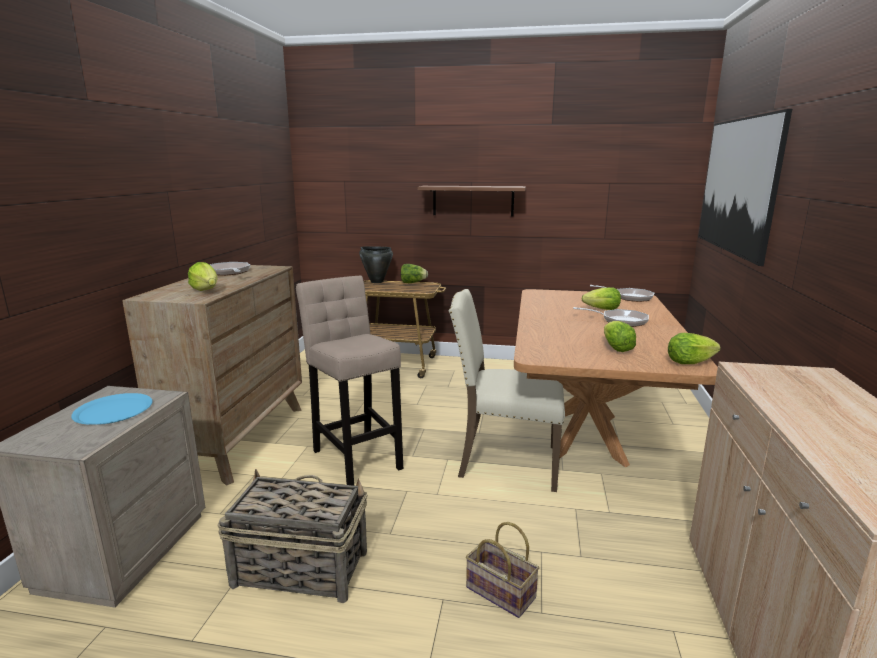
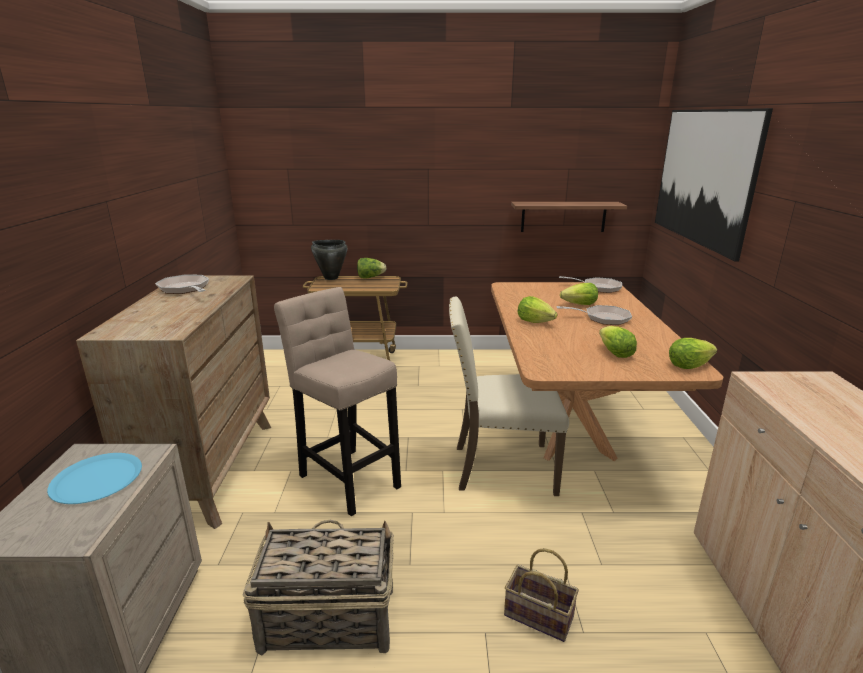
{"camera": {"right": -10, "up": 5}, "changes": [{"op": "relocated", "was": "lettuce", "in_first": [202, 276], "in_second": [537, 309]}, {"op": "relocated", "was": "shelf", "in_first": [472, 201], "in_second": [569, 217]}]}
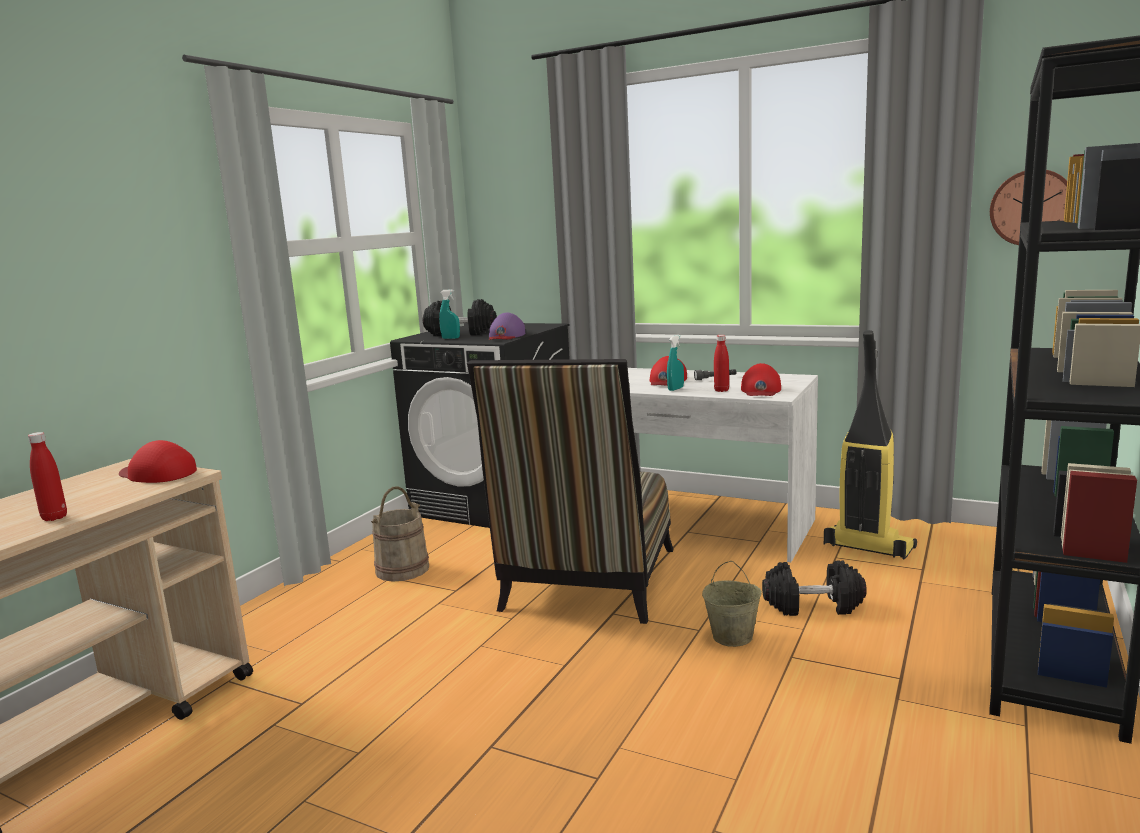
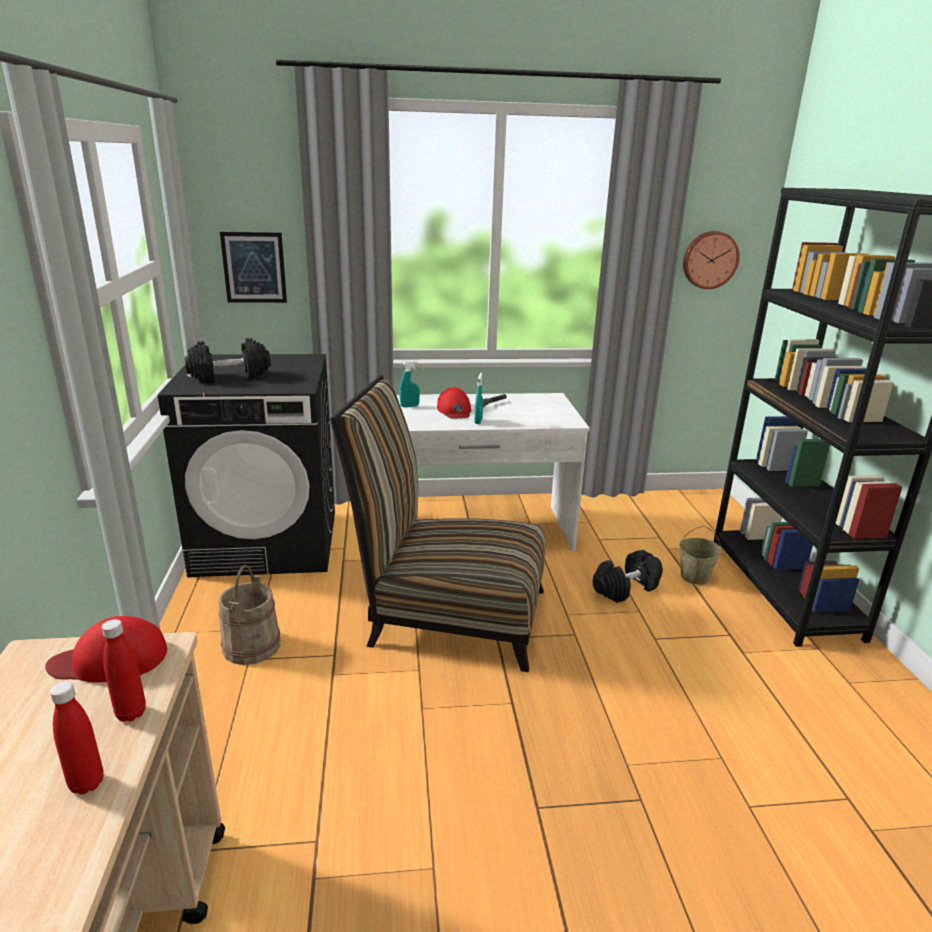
{"camera": {"right": -35, "up": 10}, "changes": [{"op": "relocated", "was": "turquoise spray bottle", "in_first": [449, 314], "in_second": [409, 384]}, {"op": "spun", "was": "chair", "in_first": [570, 491], "in_second": [437, 523], "clockwise": 120}, {"op": "missing", "was": "purple cap", "in_first": [507, 326]}, {"op": "relocated", "was": "beige bucket", "in_first": [732, 604], "in_second": [700, 555]}, {"op": "relocated", "was": "red bottle", "in_first": [721, 363], "in_second": [124, 670]}, {"op": "missing", "was": "red cap", "in_first": [761, 379]}, {"op": "missing", "was": "vacuum cleaner", "in_first": [870, 444]}, {"op": "appeared", "now": "picture", "in_second": [253, 267]}]}
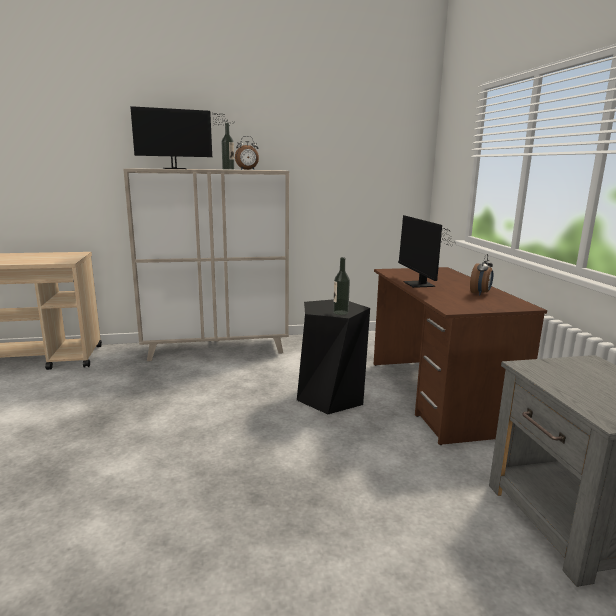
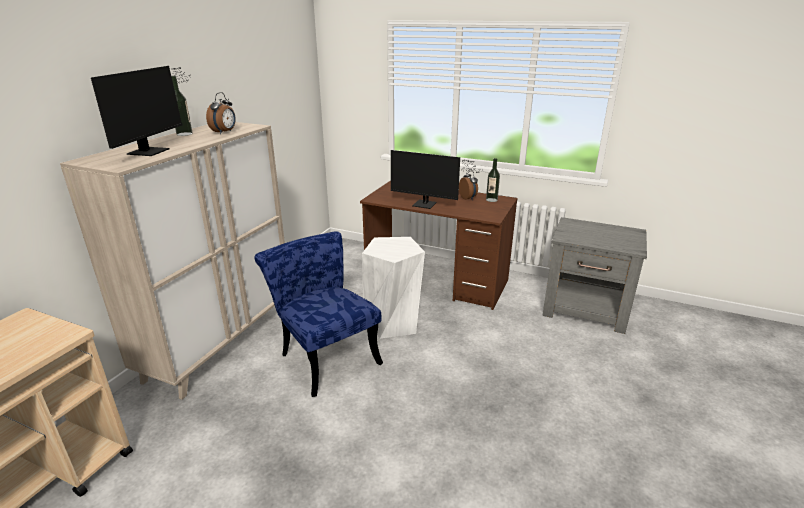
{"camera": {"right": -55, "up": 10}, "changes": [{"op": "colour", "was": "black stool", "now": "white stool", "in_first": [333, 356], "in_second": [393, 288]}, {"op": "relocated", "was": "bottle", "in_first": [341, 286], "in_second": [493, 180]}, {"op": "appeared", "now": "blue chair", "in_second": [319, 314]}]}
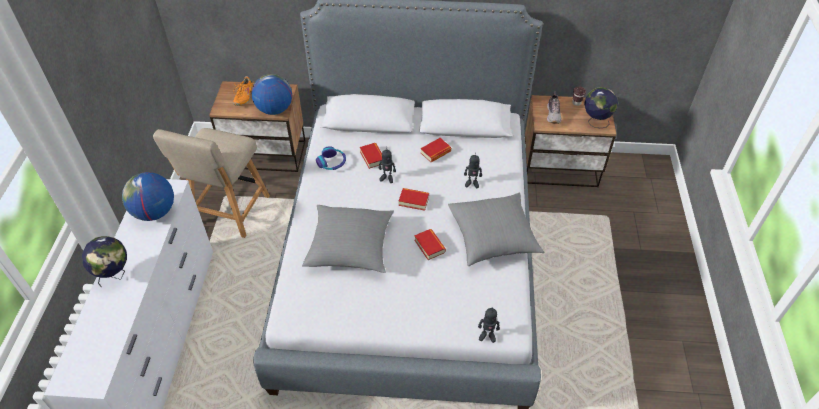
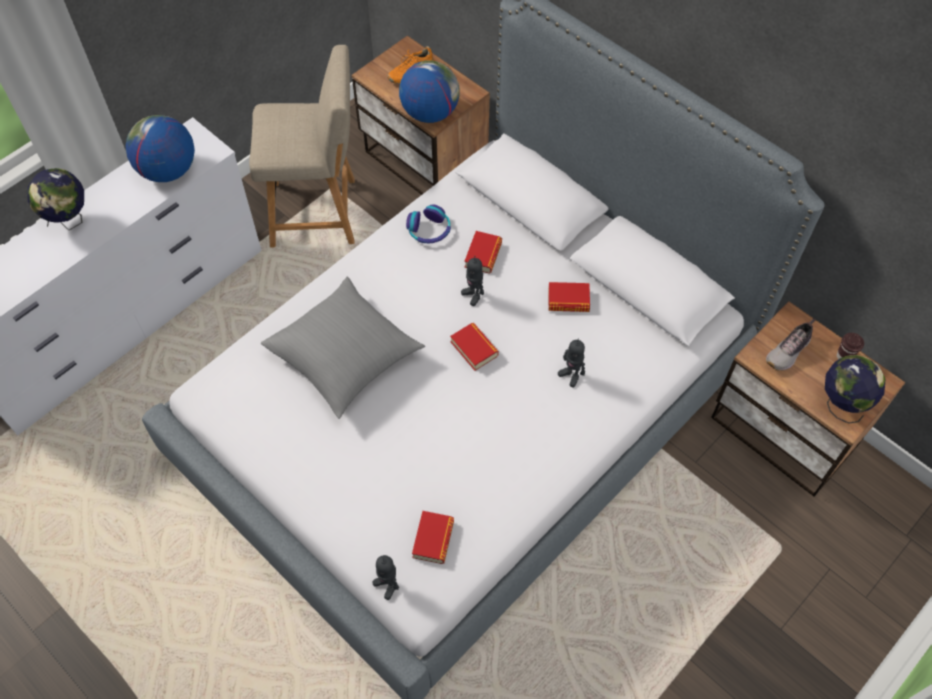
{"camera": {"right": 40, "up": 10}, "changes": [{"op": "spun", "was": "beige chair", "in_first": [211, 183], "in_second": [302, 146], "clockwise": -150}, {"op": "relocated", "was": "book", "in_first": [430, 244], "in_second": [433, 537]}, {"op": "missing", "was": "grey pillow", "in_first": [496, 229]}]}
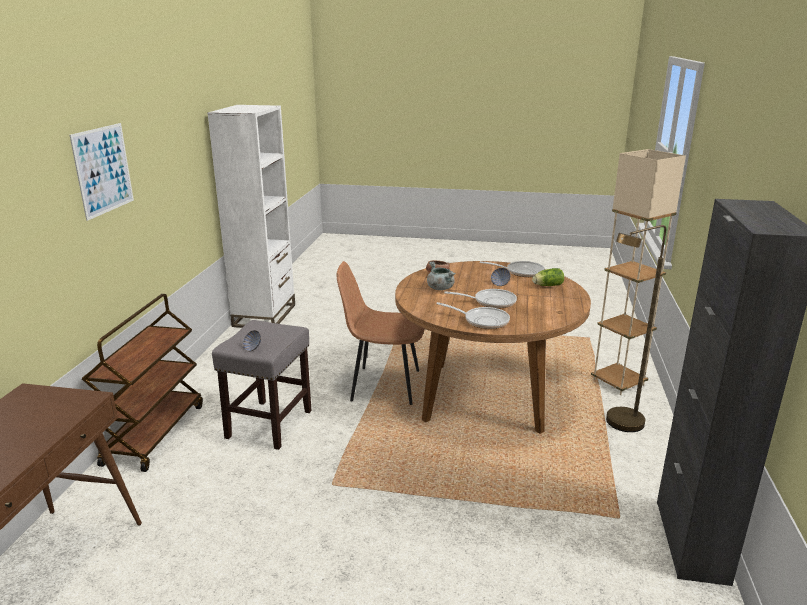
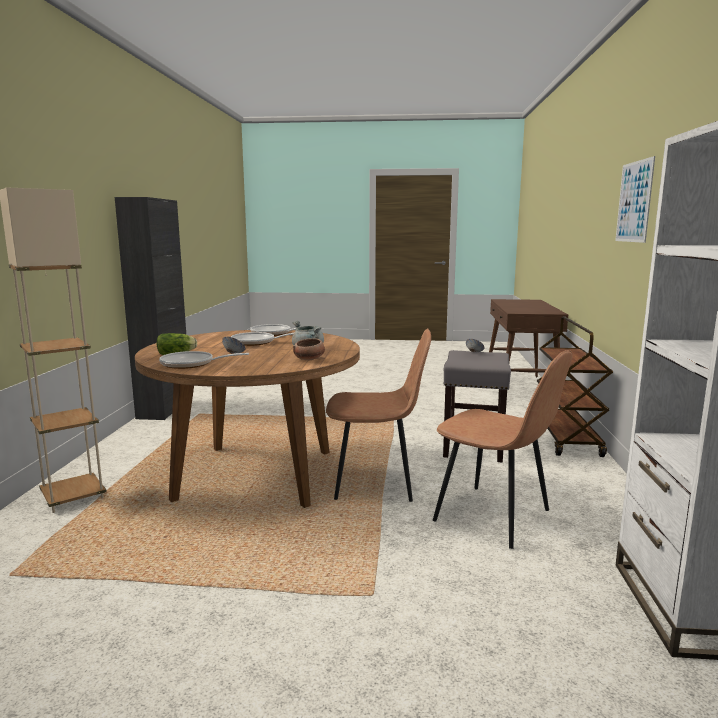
{"camera": {"right": 175, "up": -10}, "changes": [{"op": "missing", "was": "brown floor lamp", "in_first": [636, 328]}, {"op": "appeared", "now": "brown chair", "in_second": [503, 449]}]}
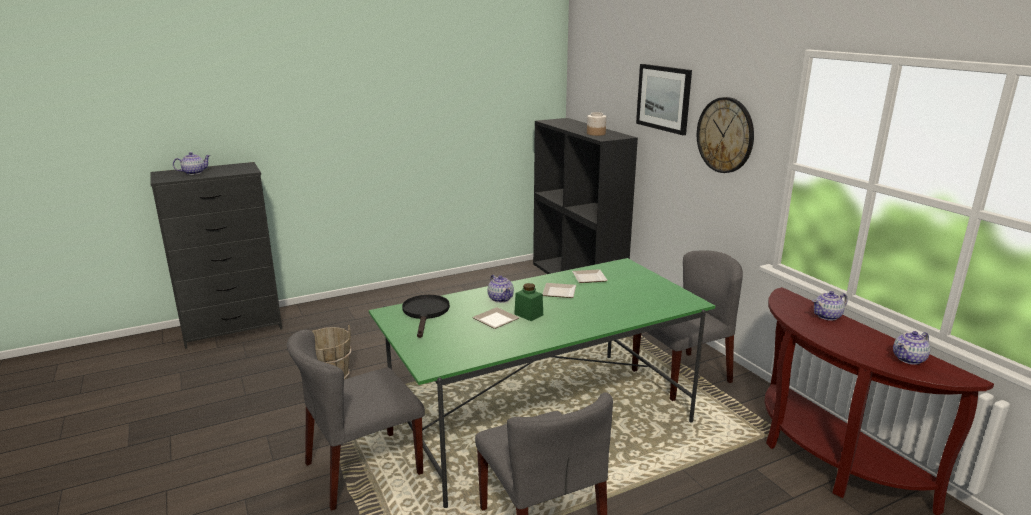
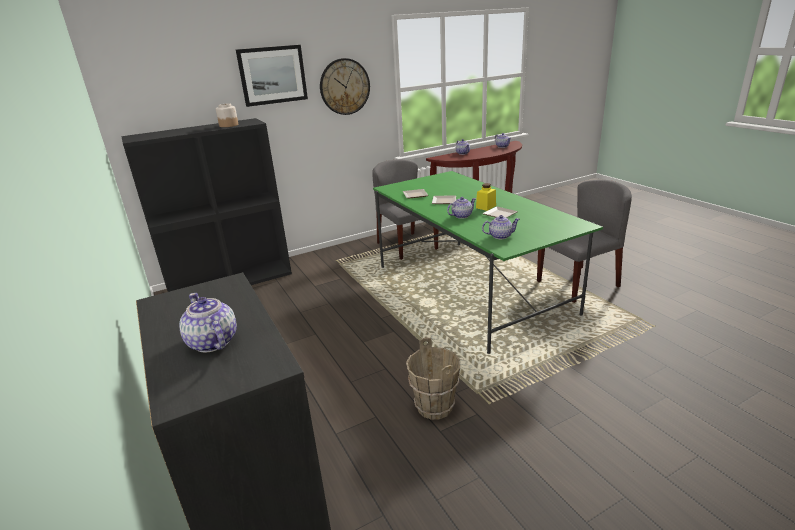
{"camera": {"right": -90, "up": 5}, "changes": [{"op": "missing", "was": "grey chair", "in_first": [356, 420]}, {"op": "exchanged", "was": "black frying pan", "now": "teapot", "in_first": [426, 316], "in_second": [501, 227]}, {"op": "colour", "was": "green jar", "now": "yellow jar", "in_first": [528, 302], "in_second": [486, 197]}]}
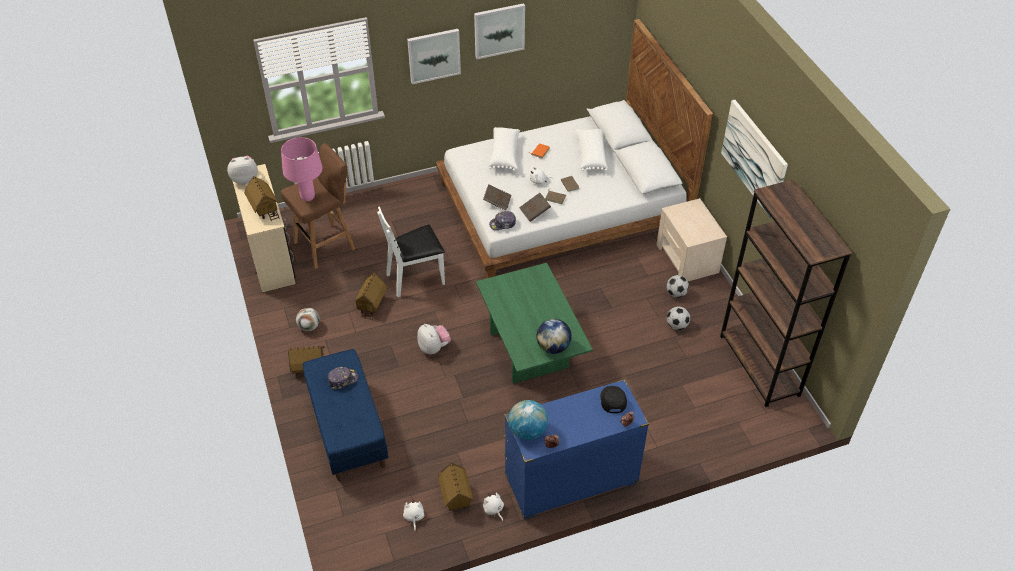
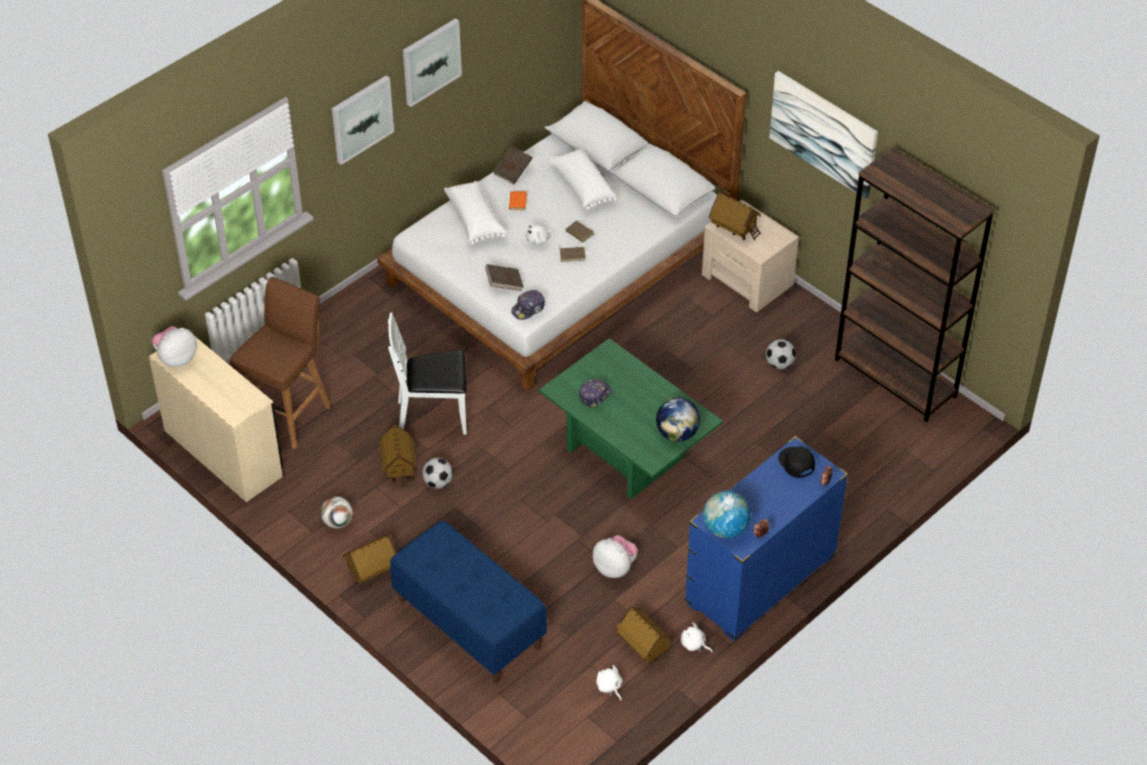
{"camera": {"right": -25, "up": 0}, "changes": [{"op": "relocated", "was": "toy house", "in_first": [262, 199], "in_second": [735, 216]}, {"op": "missing", "was": "pink table lamp", "in_first": [302, 169]}, {"op": "relocated", "was": "cap", "in_first": [343, 378], "in_second": [595, 393]}, {"op": "spun", "was": "white chair", "in_first": [411, 251], "in_second": [427, 374], "clockwise": 45}, {"op": "relocated", "was": "plush toy", "in_first": [434, 339], "in_second": [615, 556]}, {"op": "relocated", "was": "brown book", "in_first": [535, 207], "in_second": [512, 165]}, {"op": "relocated", "was": "football", "in_first": [677, 286], "in_second": [437, 473]}]}
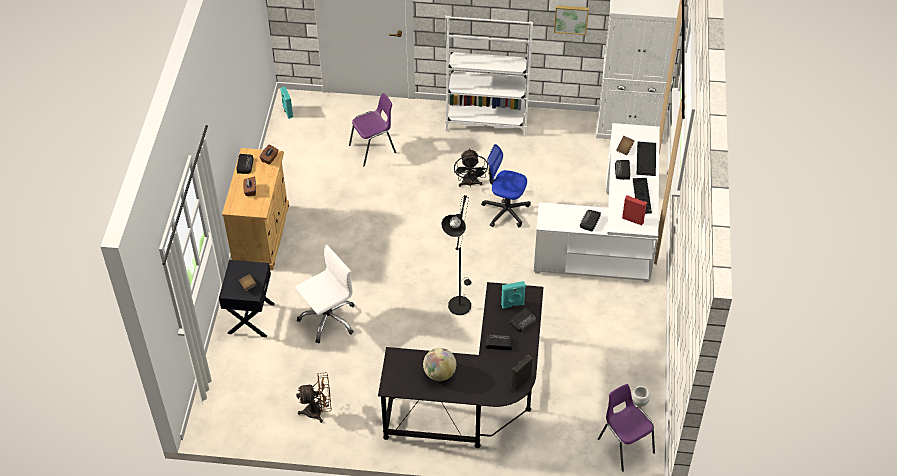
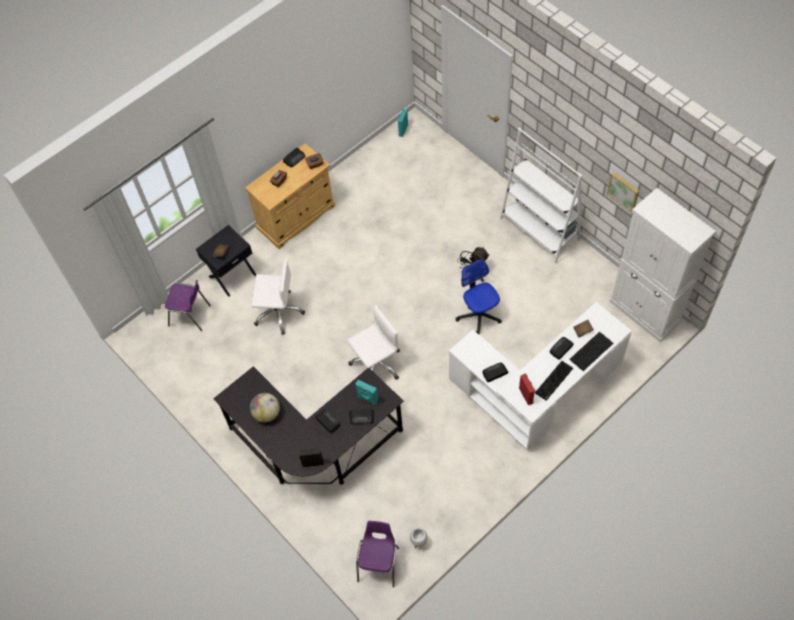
{"camera": {"right": 45, "up": 10}, "changes": [{"op": "missing", "was": "brown fan", "in_first": [313, 398]}, {"op": "relocated", "was": "purple chair", "in_first": [372, 129], "in_second": [188, 305]}, {"op": "exchanged", "was": "black floor lamp", "now": "white office chair", "in_first": [456, 255], "in_second": [373, 342]}]}
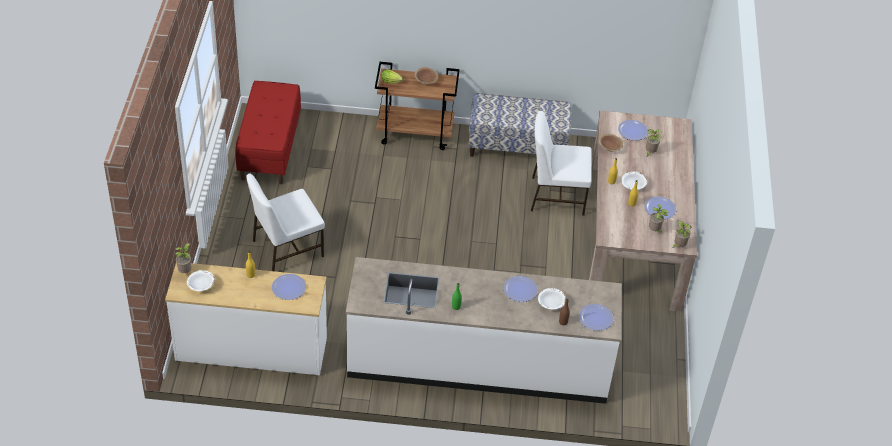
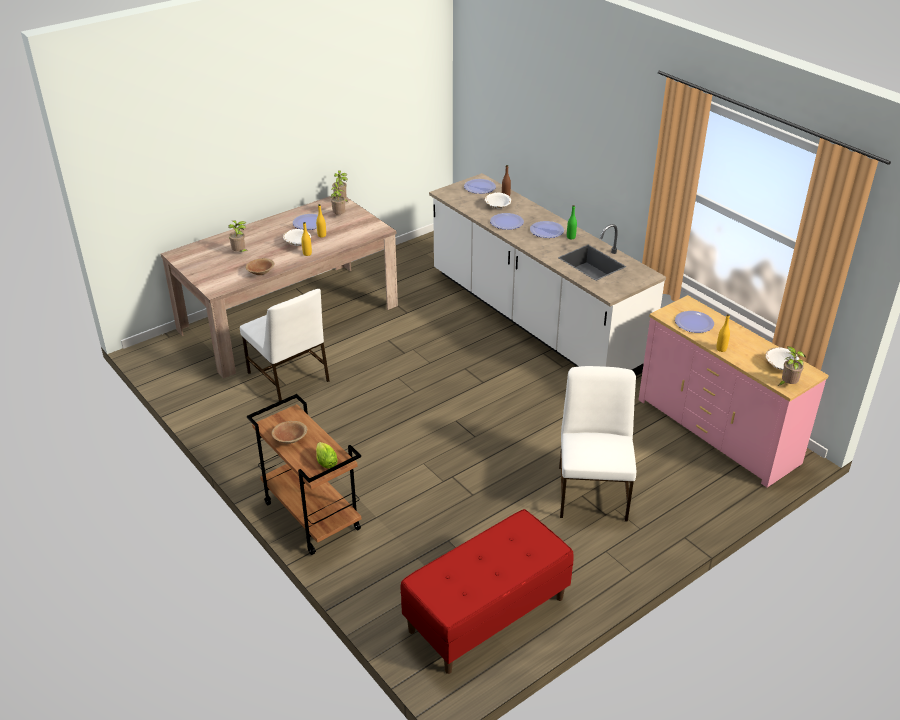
{"camera": {"right": -130, "up": -10}, "changes": [{"op": "colour", "was": "white dresser", "now": "pink dresser", "in_first": [246, 319], "in_second": [733, 391]}, {"op": "spun", "was": "white chair", "in_first": [285, 222], "in_second": [597, 444], "clockwise": -105}, {"op": "missing", "was": "bench", "in_first": [520, 125]}, {"op": "relocated", "was": "plate", "in_first": [633, 130], "in_second": [547, 229]}]}
